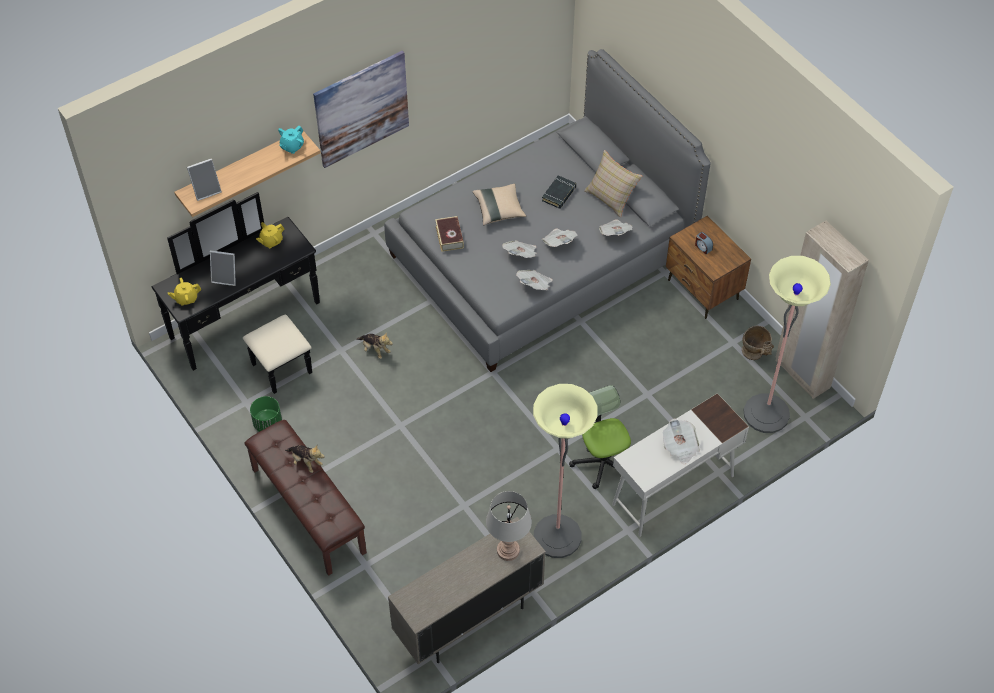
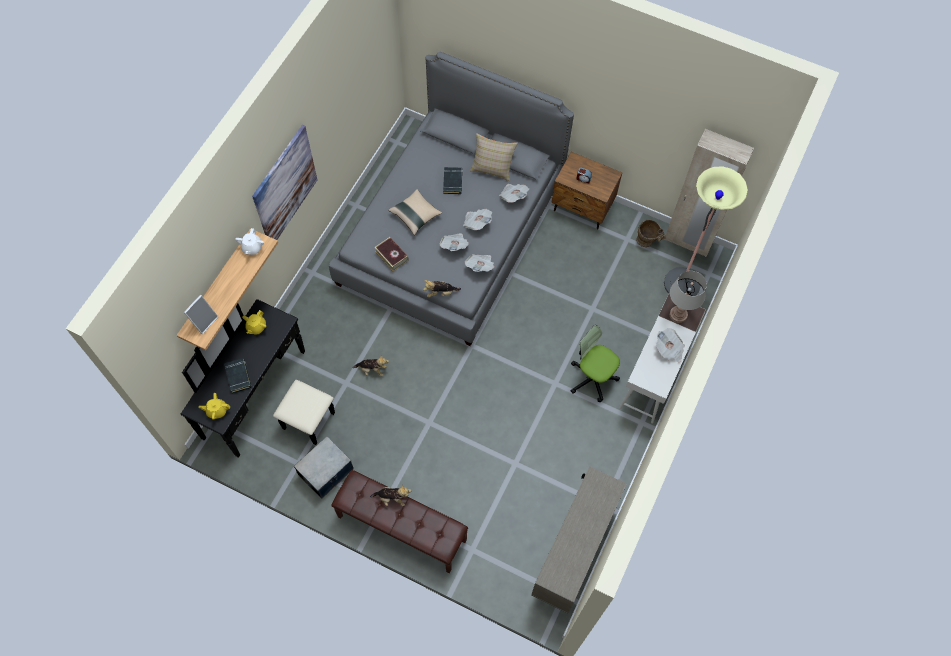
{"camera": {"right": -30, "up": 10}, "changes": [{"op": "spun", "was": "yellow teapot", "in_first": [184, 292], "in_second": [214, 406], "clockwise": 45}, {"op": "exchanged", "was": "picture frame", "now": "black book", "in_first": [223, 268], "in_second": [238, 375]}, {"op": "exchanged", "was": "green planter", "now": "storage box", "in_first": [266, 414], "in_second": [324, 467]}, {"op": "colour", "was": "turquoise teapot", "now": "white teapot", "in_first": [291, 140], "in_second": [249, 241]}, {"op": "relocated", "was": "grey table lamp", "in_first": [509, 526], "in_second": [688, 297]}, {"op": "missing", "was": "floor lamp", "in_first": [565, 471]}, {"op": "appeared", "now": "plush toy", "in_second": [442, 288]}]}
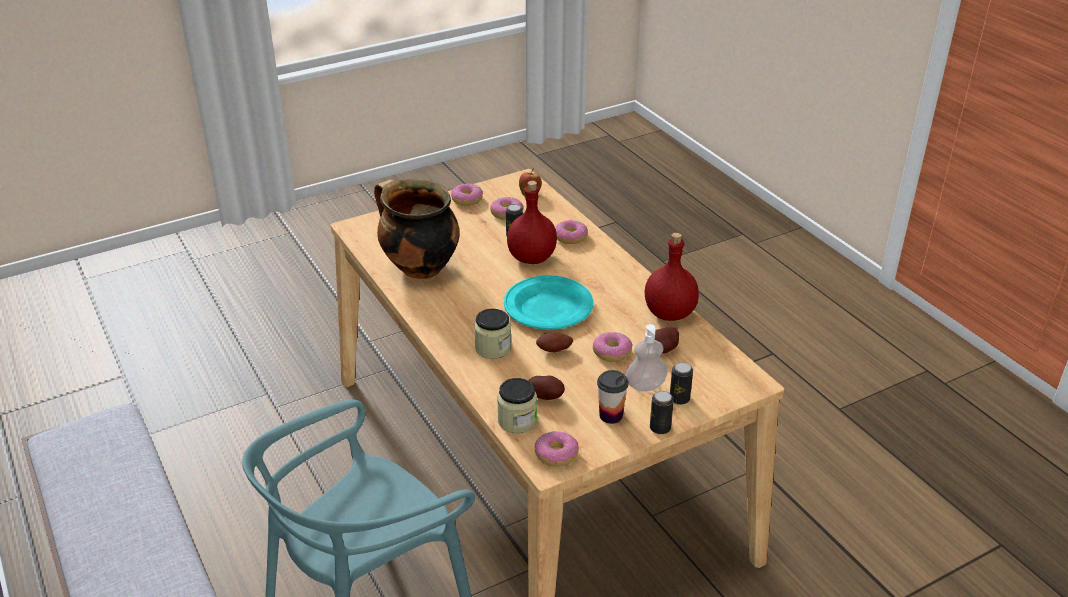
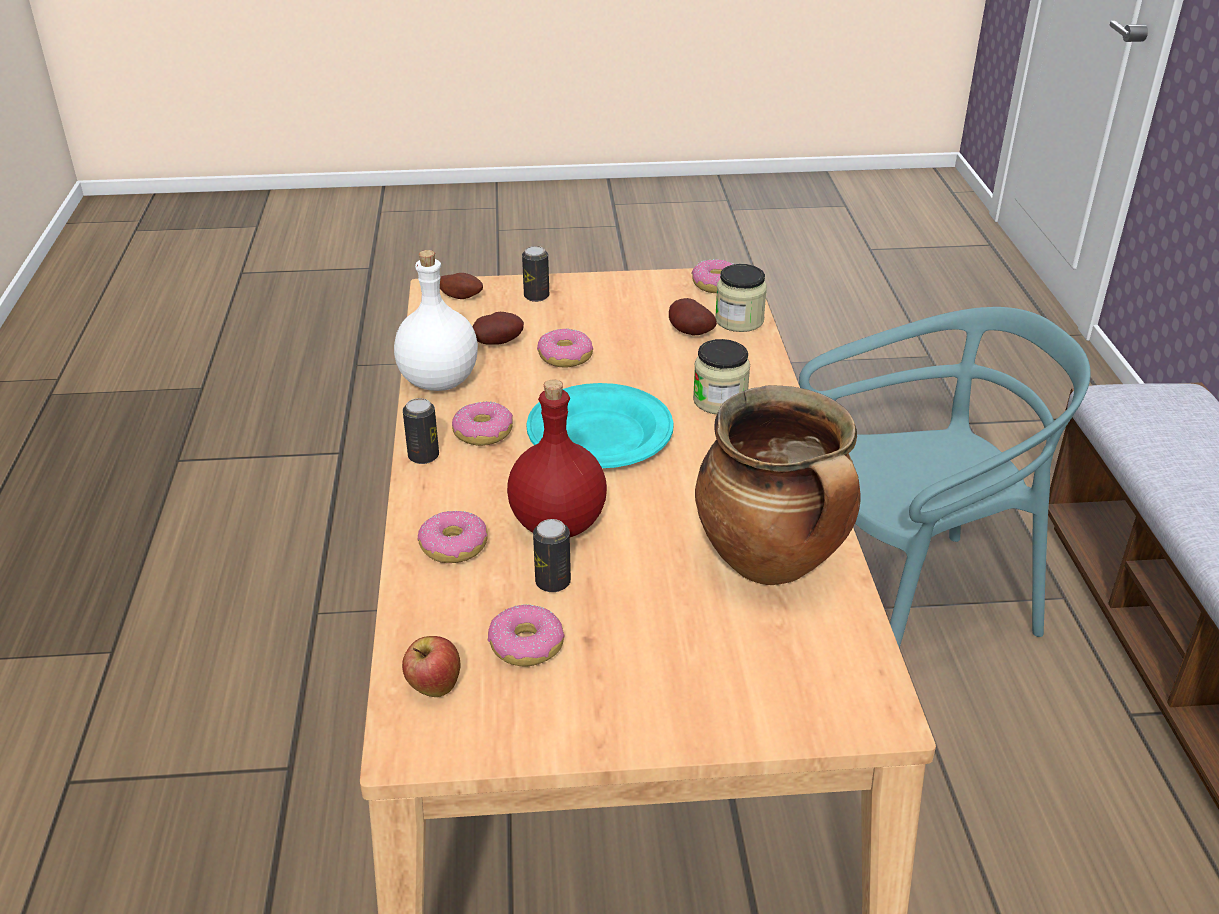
{"camera": {"right": -155, "up": 0}, "changes": [{"op": "relocated", "was": "donut", "in_first": [467, 195], "in_second": [482, 423]}, {"op": "relocated", "was": "potato", "in_first": [554, 342], "in_second": [461, 286]}, {"op": "missing", "was": "cup", "in_first": [613, 397]}, {"op": "missing", "was": "soap dispenser", "in_first": [647, 357]}, {"op": "colour", "was": "red bottle", "now": "white bottle", "in_first": [672, 277], "in_second": [436, 320]}, {"op": "relocated", "was": "can", "in_first": [662, 412], "in_second": [421, 431]}]}
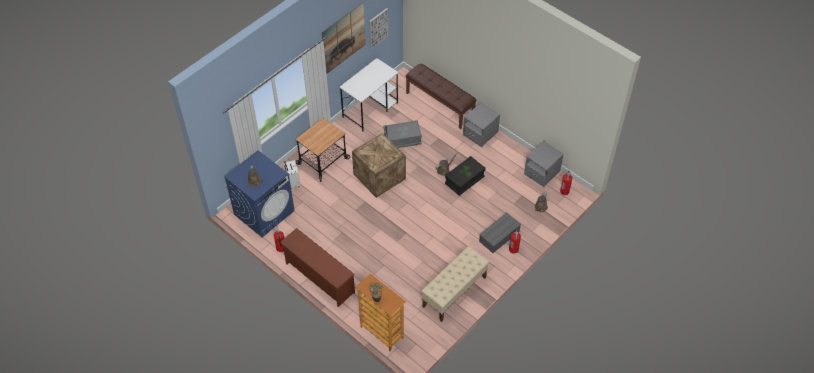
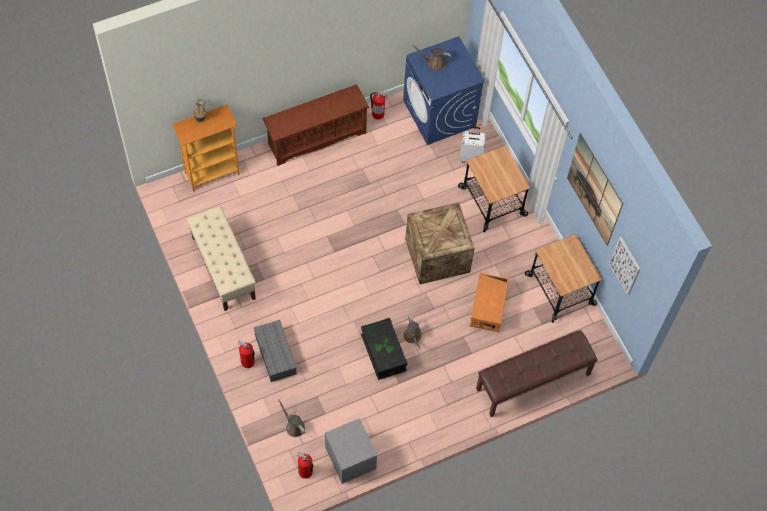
{"camera": {"right": 110, "up": 10}, "changes": [{"op": "exchanged", "was": "white desk", "now": "cart", "in_first": [369, 95], "in_second": [563, 278]}, {"op": "colour", "was": "grey storage box", "now": "orange storage box", "in_first": [403, 134], "in_second": [489, 302]}, {"op": "missing", "was": "grey nightstand", "in_first": [481, 124]}]}
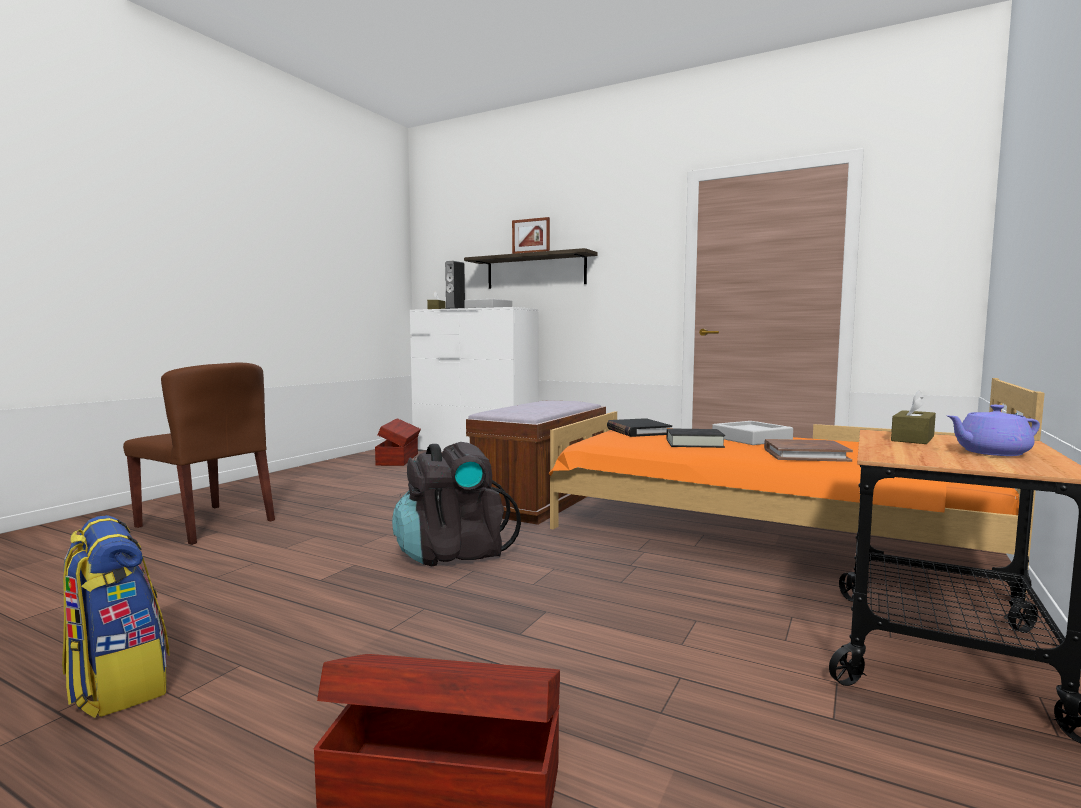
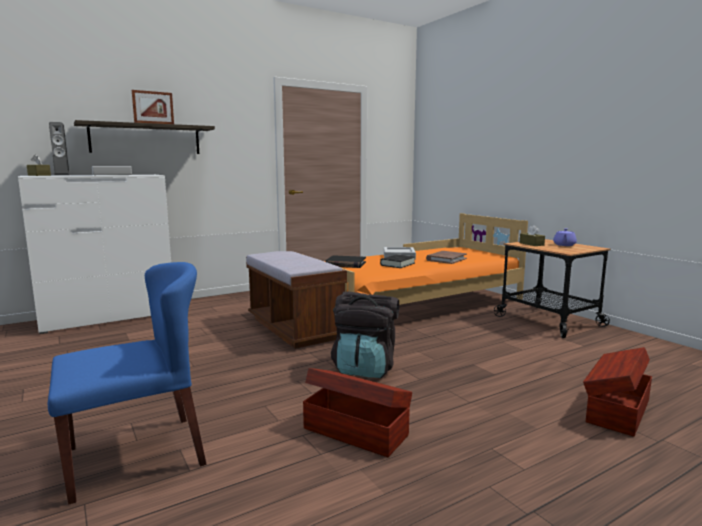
{"camera": {"right": -60, "up": 5}, "changes": [{"op": "missing", "was": "backpack", "in_first": [116, 616]}, {"op": "colour", "was": "brown chair", "now": "blue chair", "in_first": [199, 454], "in_second": [127, 383]}, {"op": "relocated", "was": "brown storage box", "in_first": [398, 442], "in_second": [357, 412]}]}
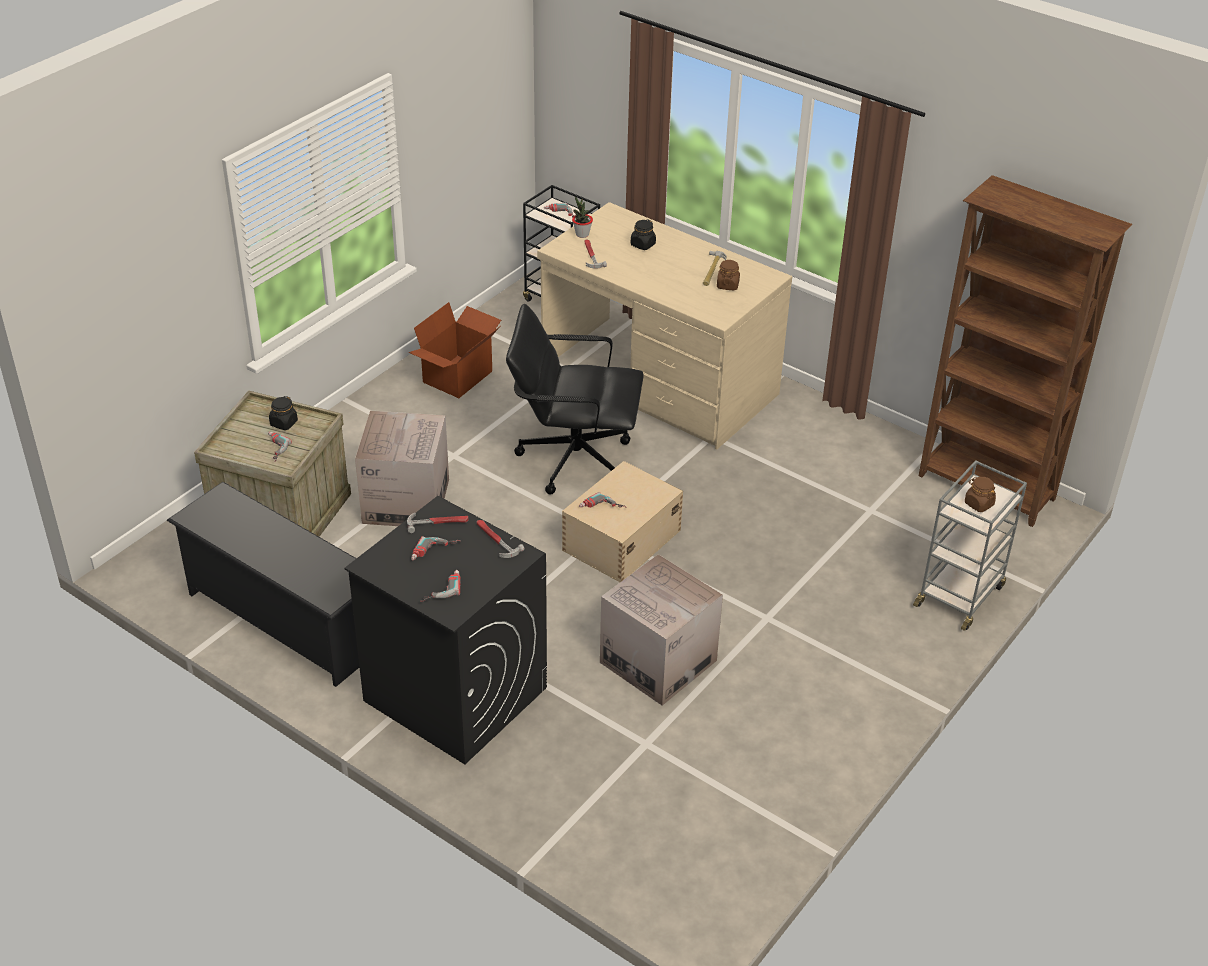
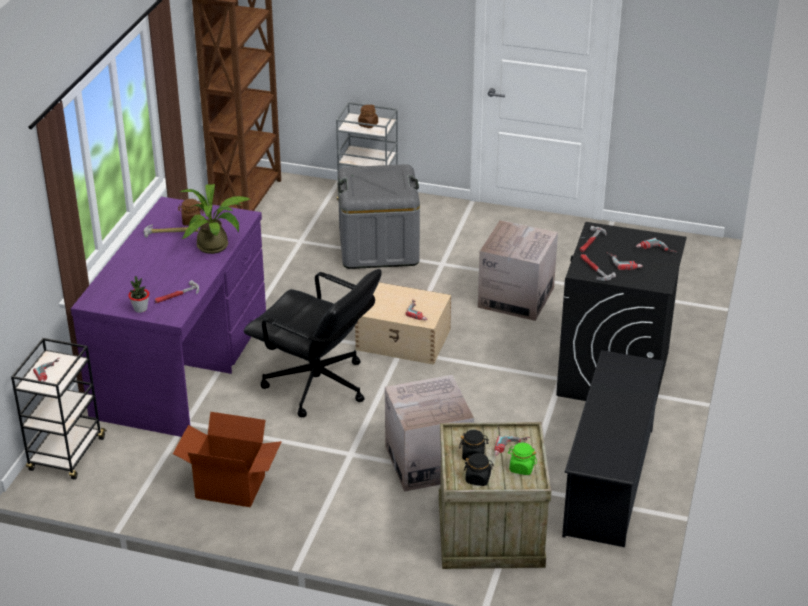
{"camera": {"right": -110, "up": -5}, "changes": [{"op": "spun", "was": "black office chair", "in_first": [575, 399], "in_second": [313, 343], "clockwise": -45}, {"op": "colour", "was": "beige desk", "now": "purple desk", "in_first": [664, 326], "in_second": [168, 317]}, {"op": "relocated", "was": "black jar", "in_first": [643, 234], "in_second": [479, 469]}, {"op": "appeared", "now": "potted plant", "in_second": [216, 219]}, {"op": "appeared", "now": "grey storage box", "in_second": [379, 216]}, {"op": "appeared", "now": "green jar", "in_second": [522, 459]}]}
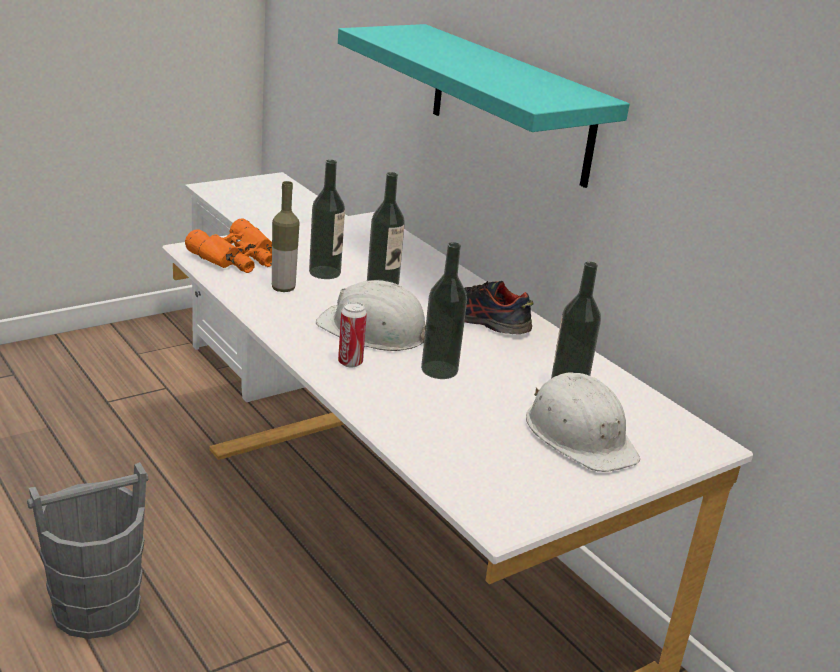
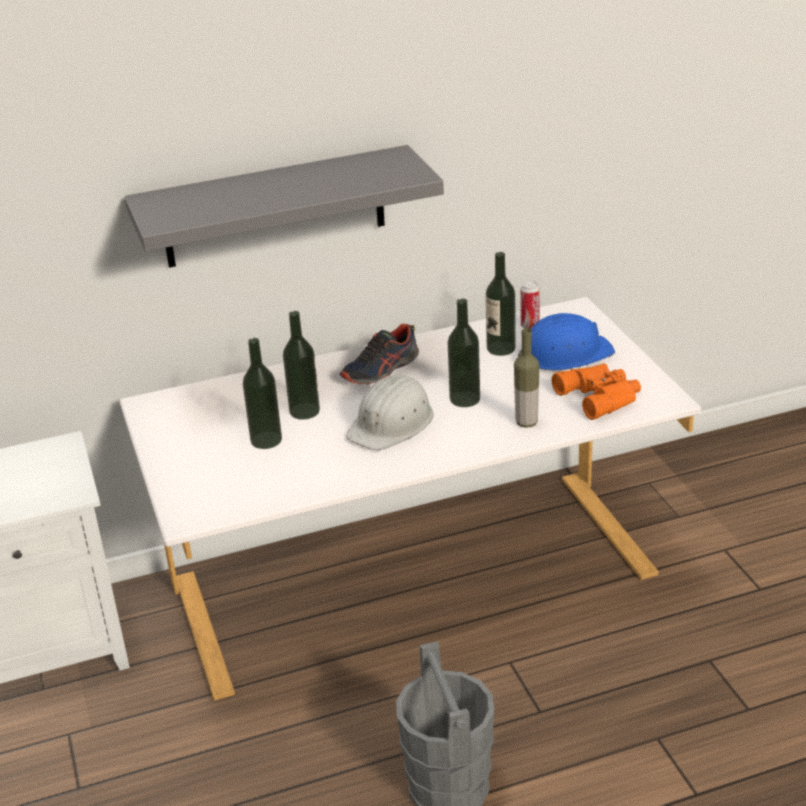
{"camera": {"right": -70, "up": 5}, "changes": [{"op": "relocated", "was": "orange binoculars", "in_first": [228, 245], "in_second": [596, 391]}, {"op": "relocated", "was": "bottle", "in_first": [286, 236], "in_second": [526, 378]}, {"op": "colour", "was": "turquoise shelf", "now": "grey shelf", "in_first": [484, 106], "in_second": [284, 206]}, {"op": "relocated", "was": "can", "in_first": [352, 335], "in_second": [530, 305]}, {"op": "colour", "was": "white hard hat", "now": "blue hard hat", "in_first": [583, 422], "in_second": [566, 341]}]}
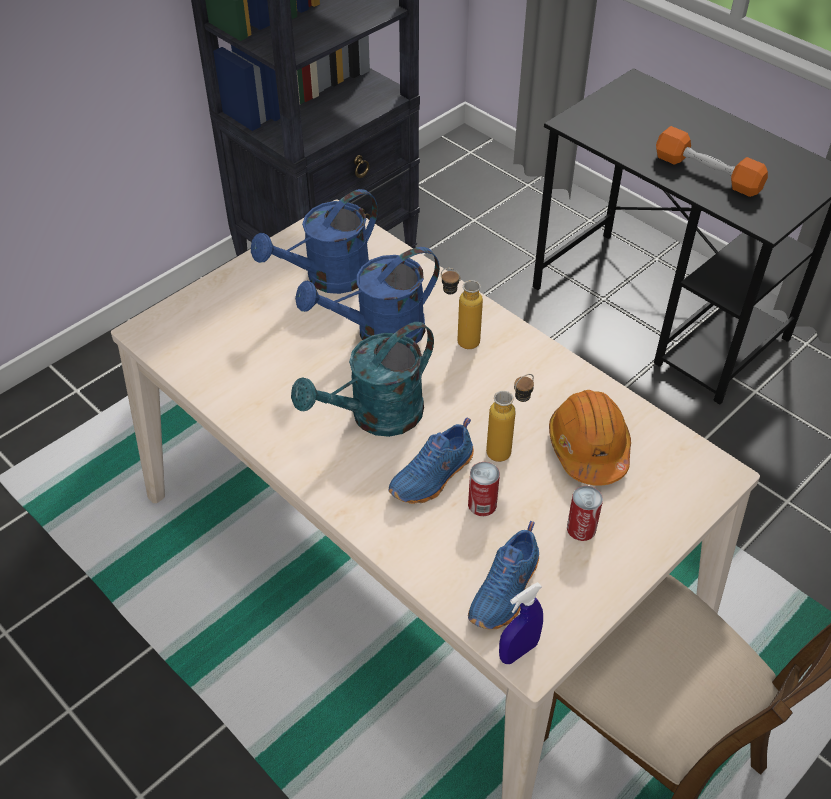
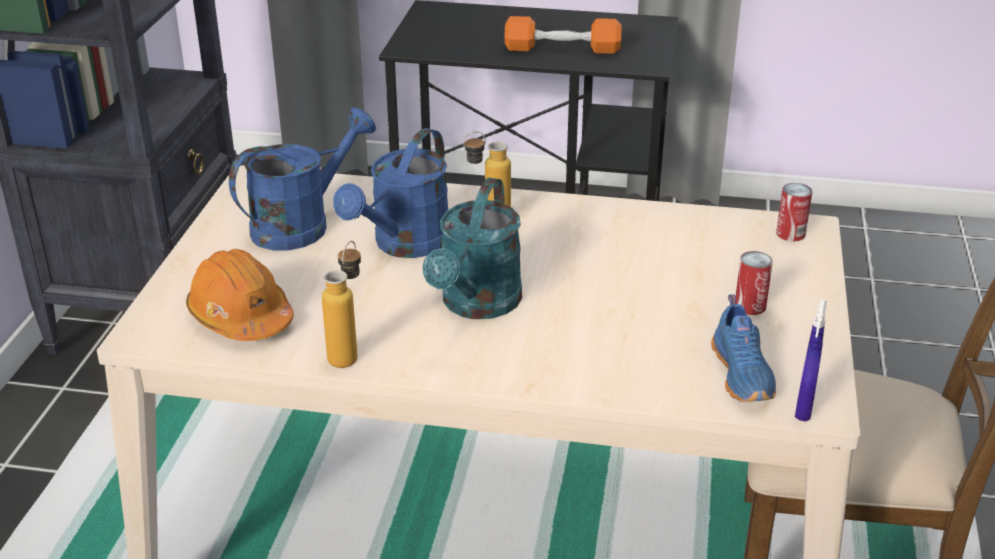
{"camera": {"right": -35, "up": -15}, "changes": [{"op": "spun", "was": "blue watering can", "in_first": [314, 241], "in_second": [302, 179], "clockwise": -150}, {"op": "missing", "was": "blue shoe", "in_first": [431, 461]}, {"op": "relocated", "was": "can", "in_first": [484, 489], "in_second": [794, 212]}, {"op": "relocated", "was": "bottle", "in_first": [510, 418], "in_second": [341, 304]}, {"op": "relocated", "was": "orange hard hat", "in_first": [590, 438], "in_second": [240, 295]}]}
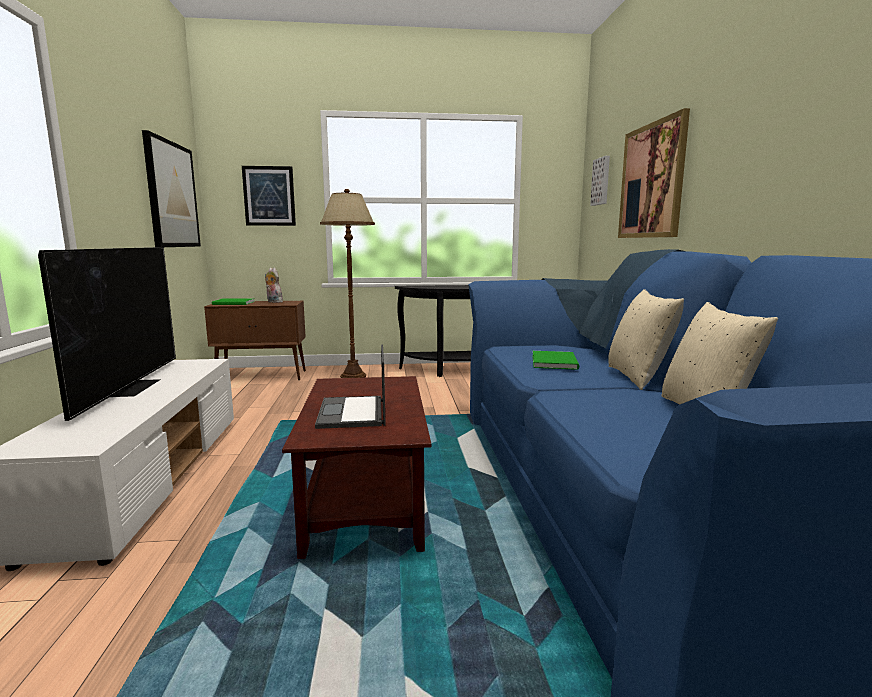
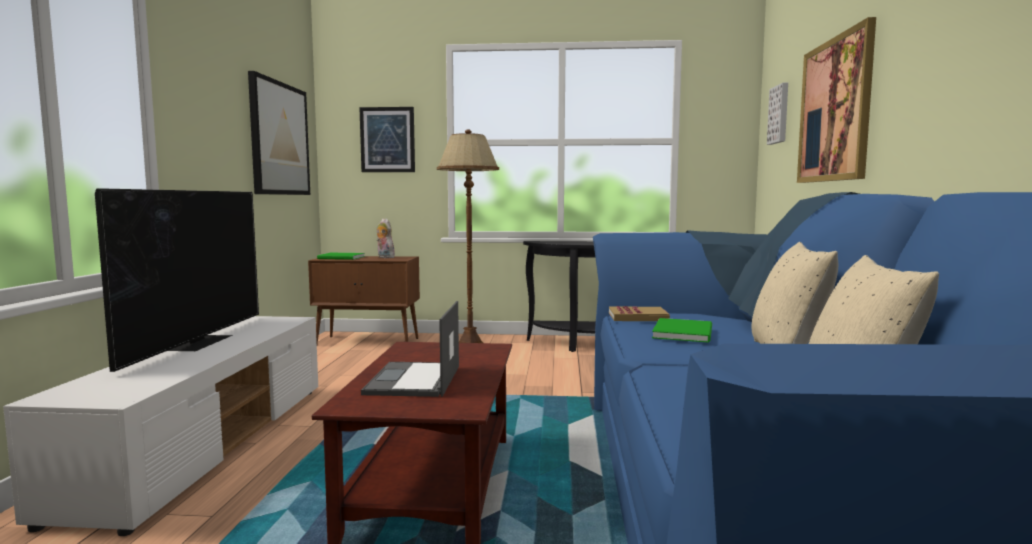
{"camera": {"right": 10, "up": -5}, "changes": [{"op": "appeared", "now": "book", "in_second": [639, 313]}]}
